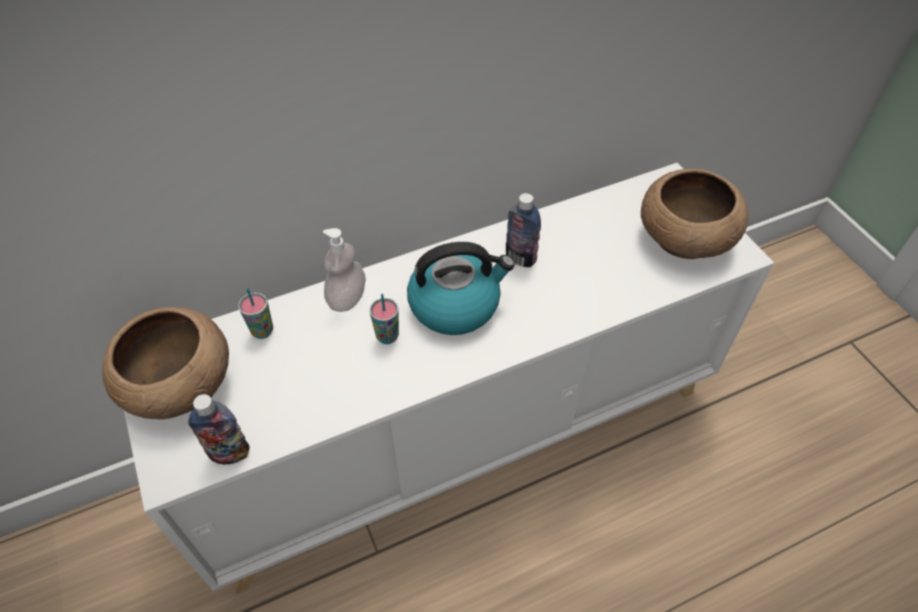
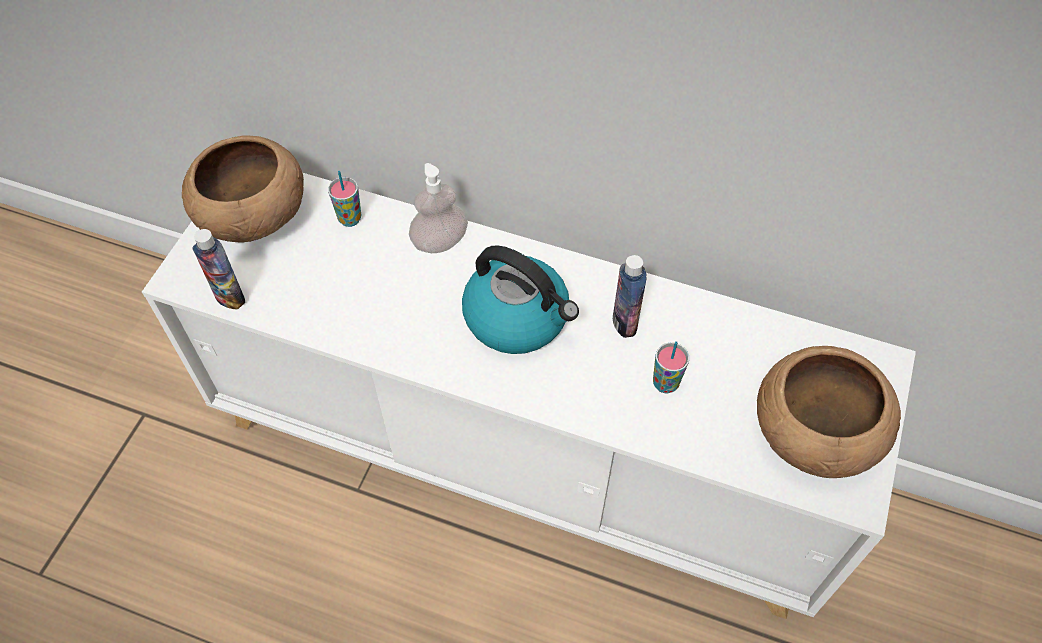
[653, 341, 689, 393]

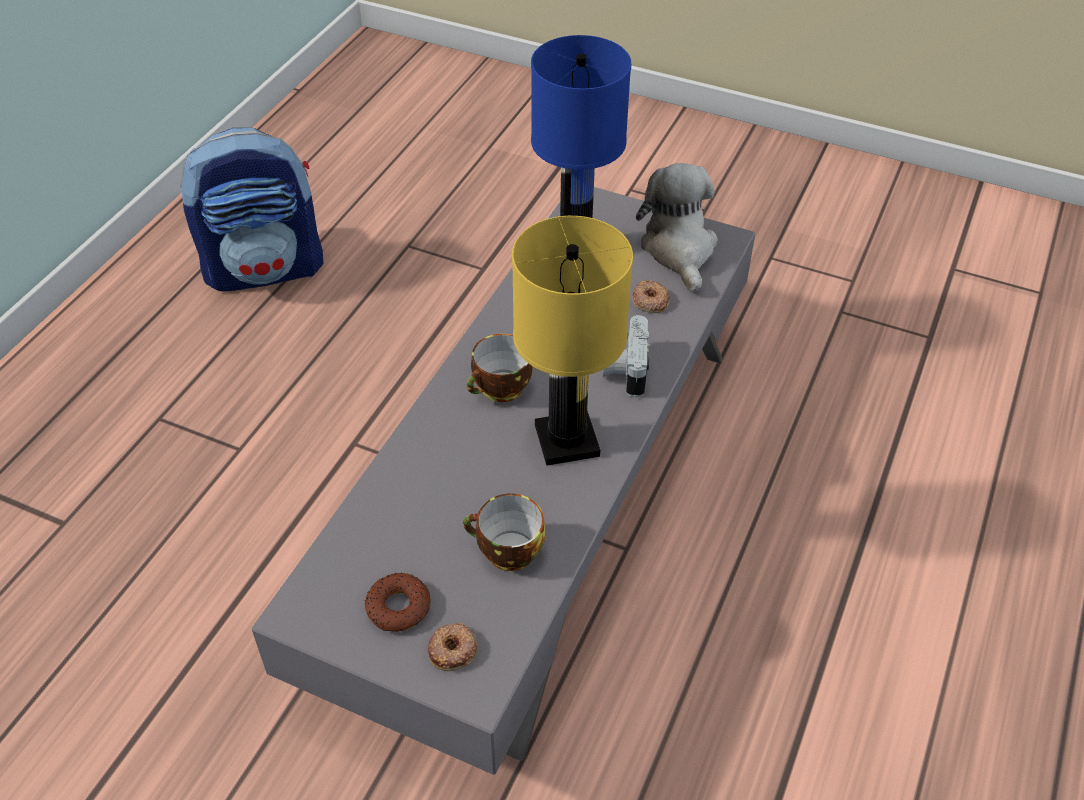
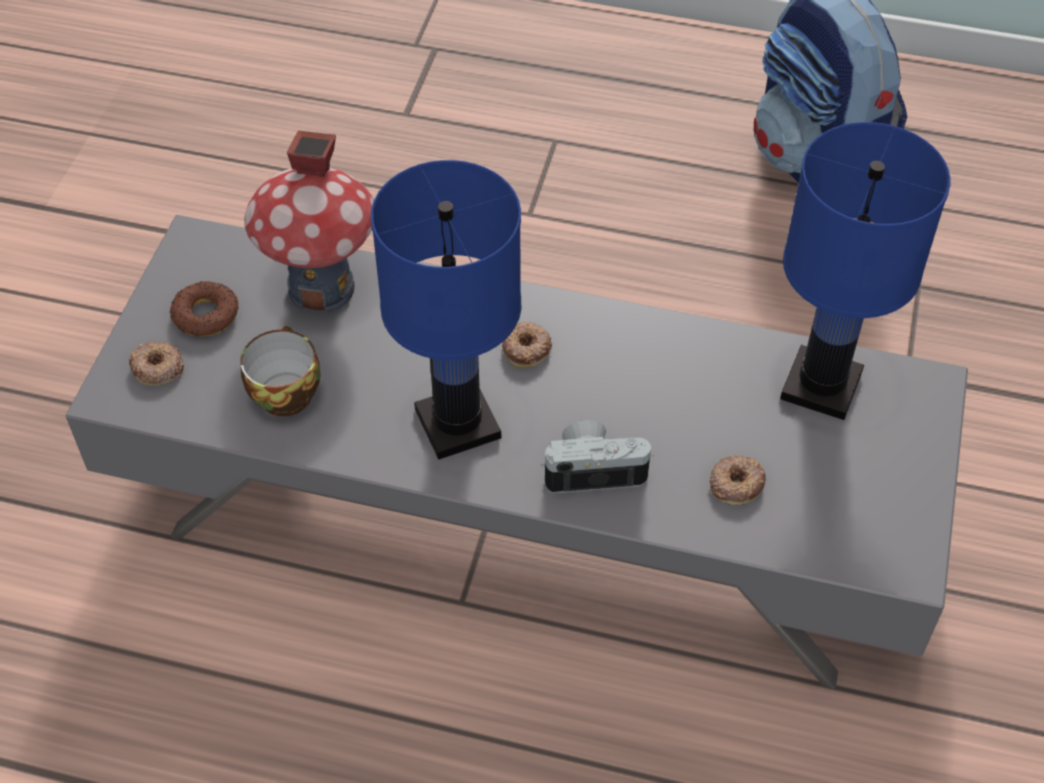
[244, 130, 374, 313]
[371, 160, 521, 460]
[502, 322, 552, 368]
[636, 163, 718, 293] (first image)

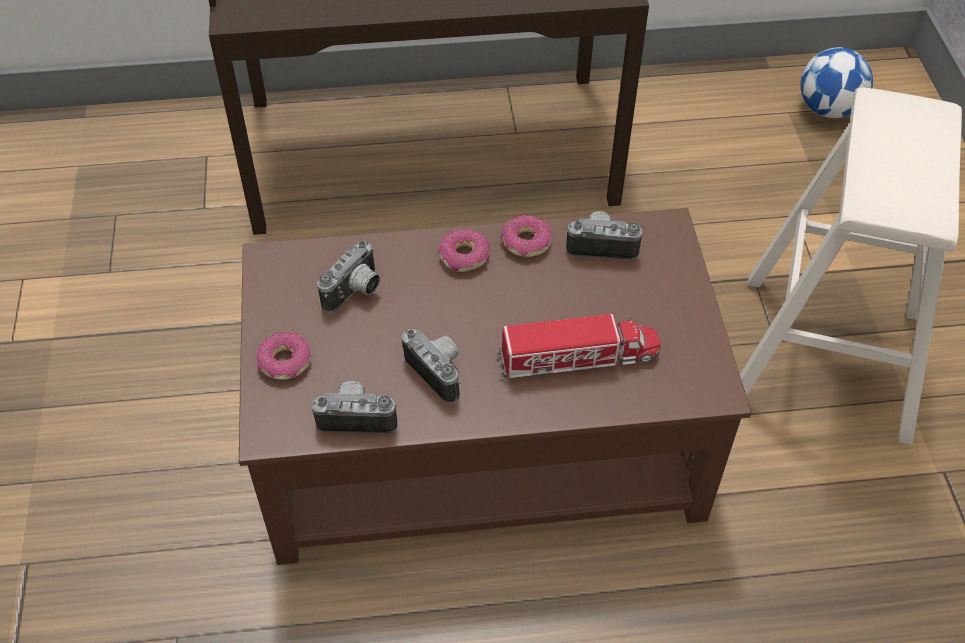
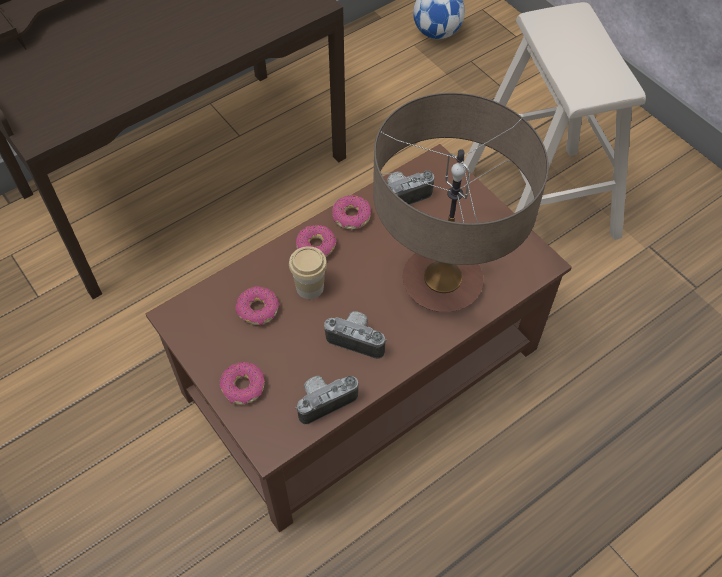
[235, 286, 280, 326]
[289, 246, 327, 299]
[373, 93, 549, 312]

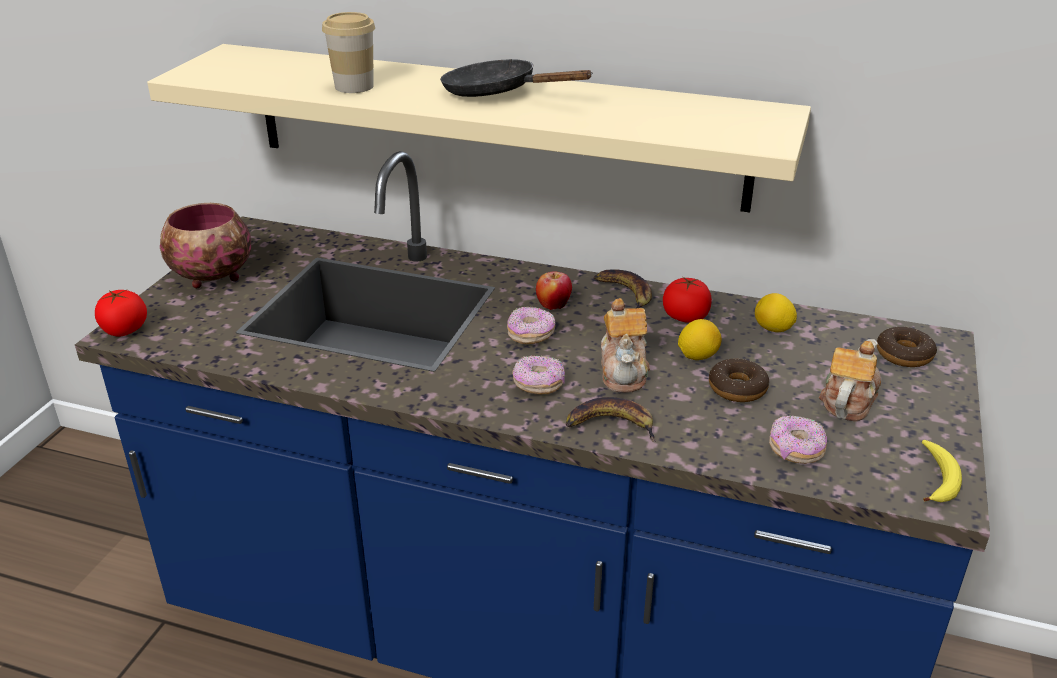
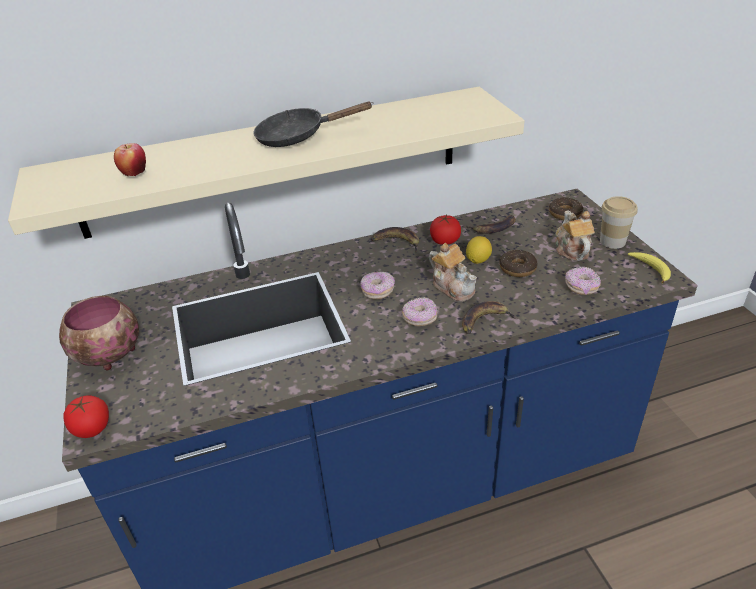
[114, 143, 146, 176]
[467, 215, 516, 234]
[600, 196, 638, 249]

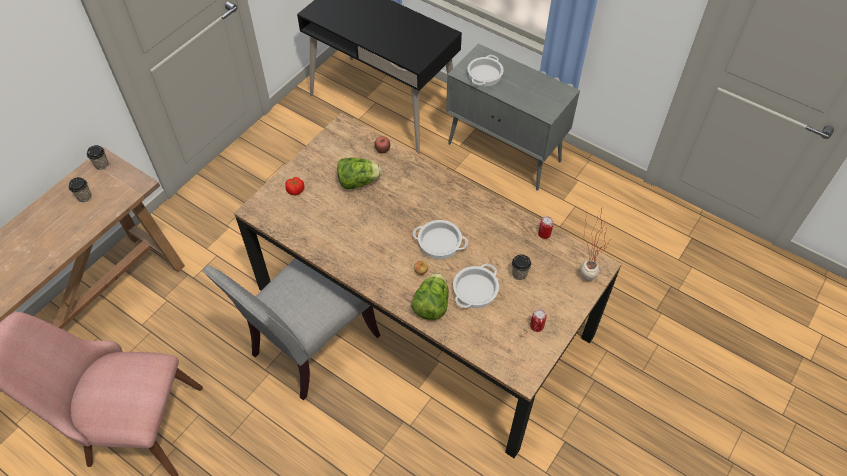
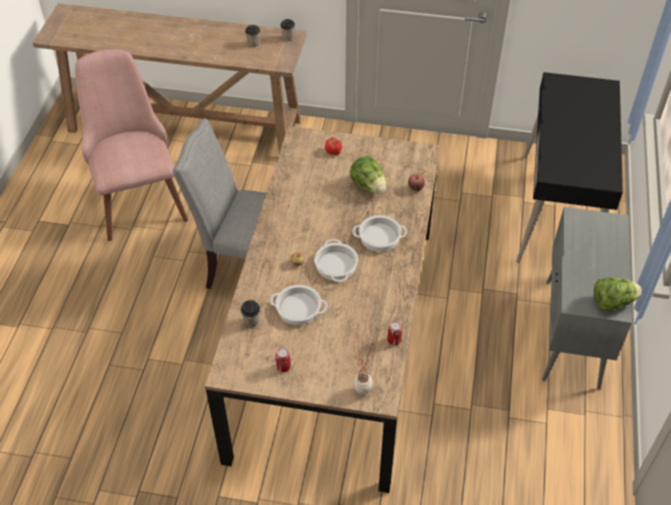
[240, 300, 260, 327]
[352, 215, 407, 252]
[594, 277, 642, 311]

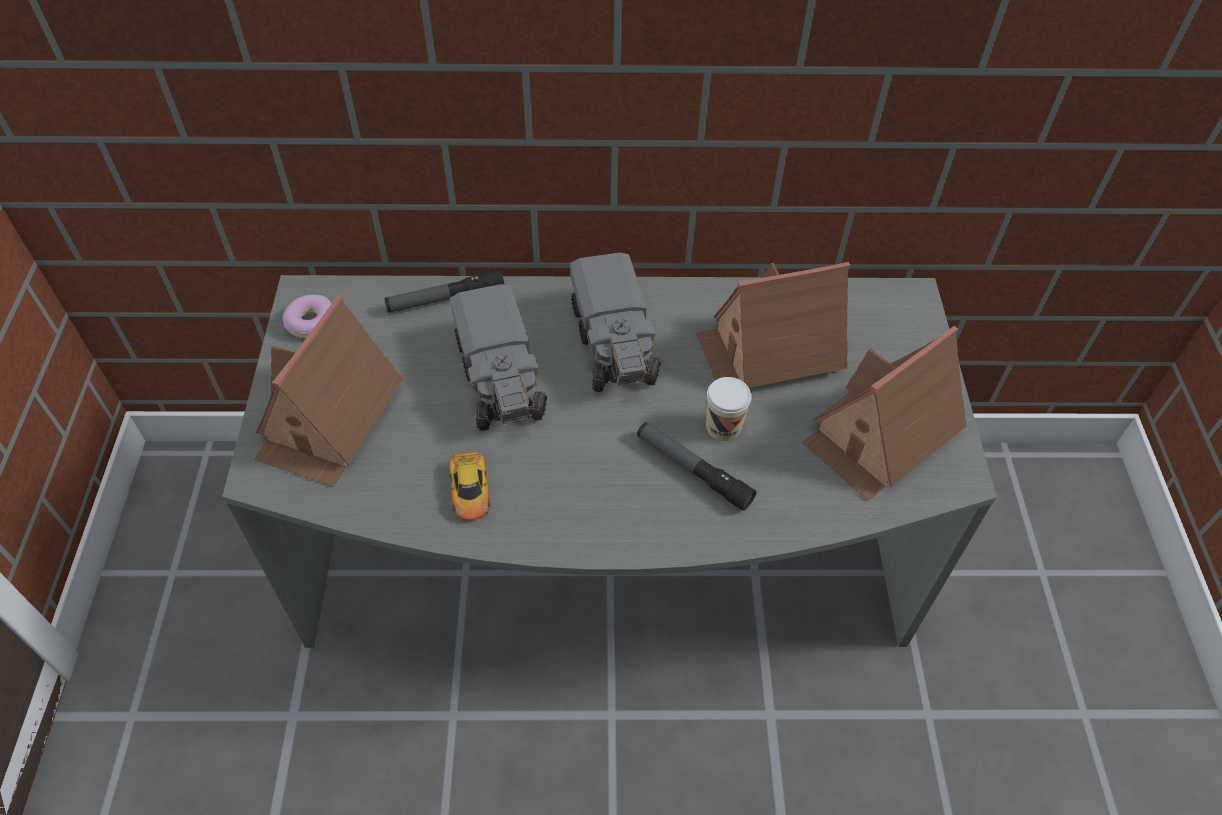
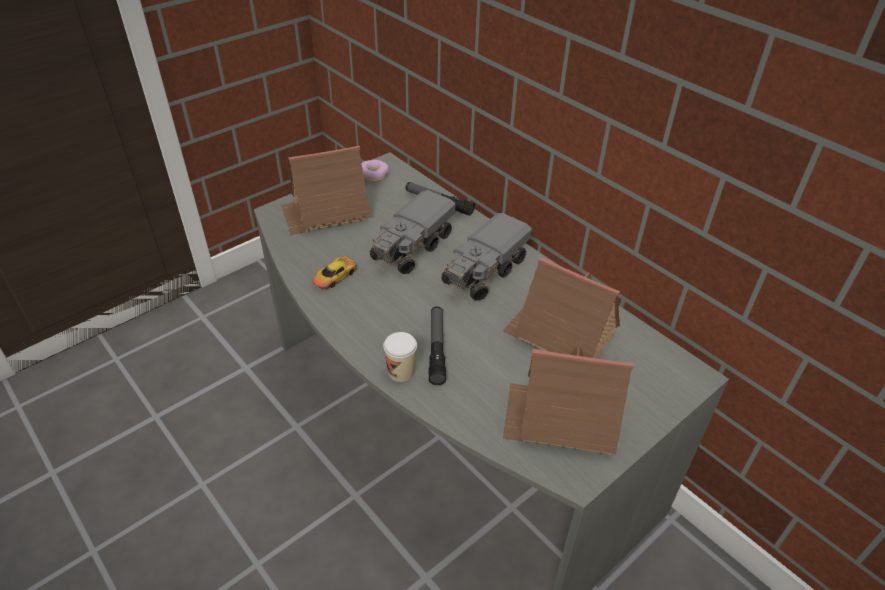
[383, 332, 417, 382]

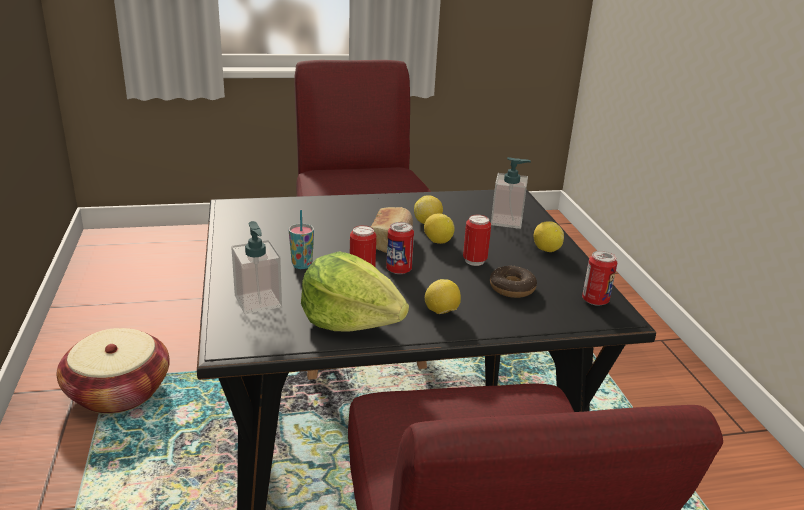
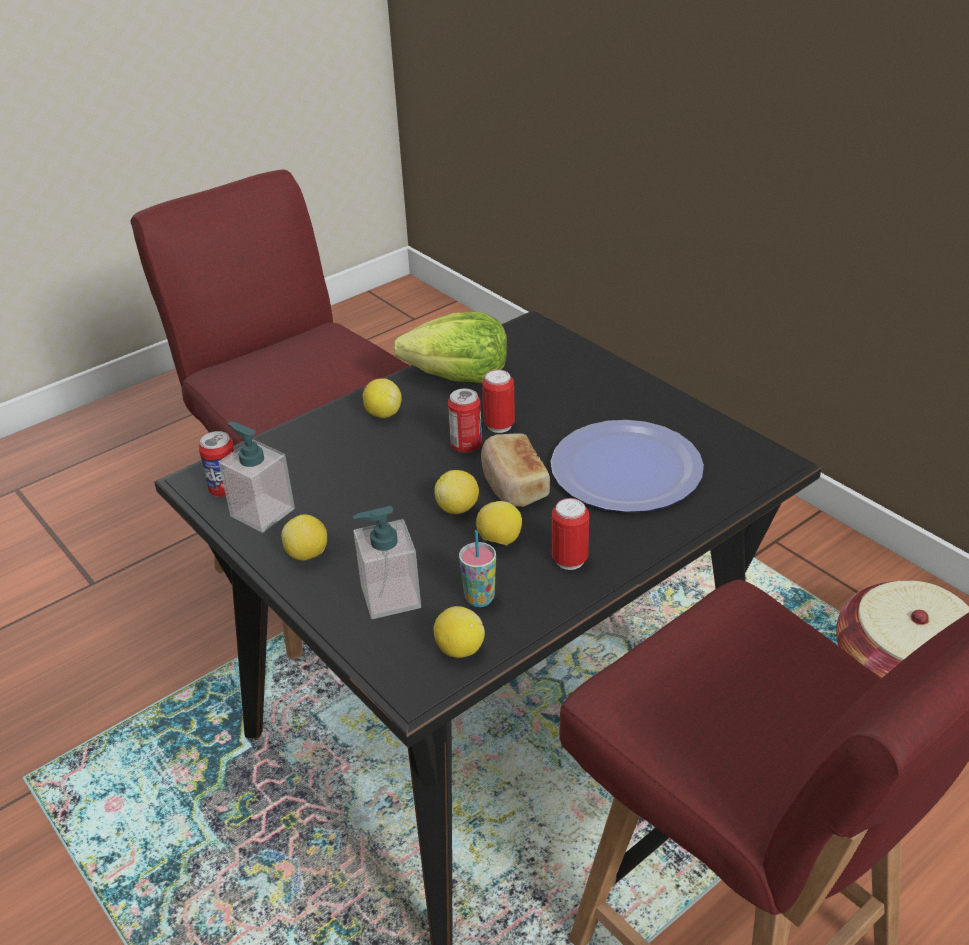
[218, 422, 295, 533]
[434, 606, 485, 658]
[459, 530, 496, 607]
[551, 420, 704, 512]
[552, 498, 589, 570]
[490, 265, 537, 298] (first image)

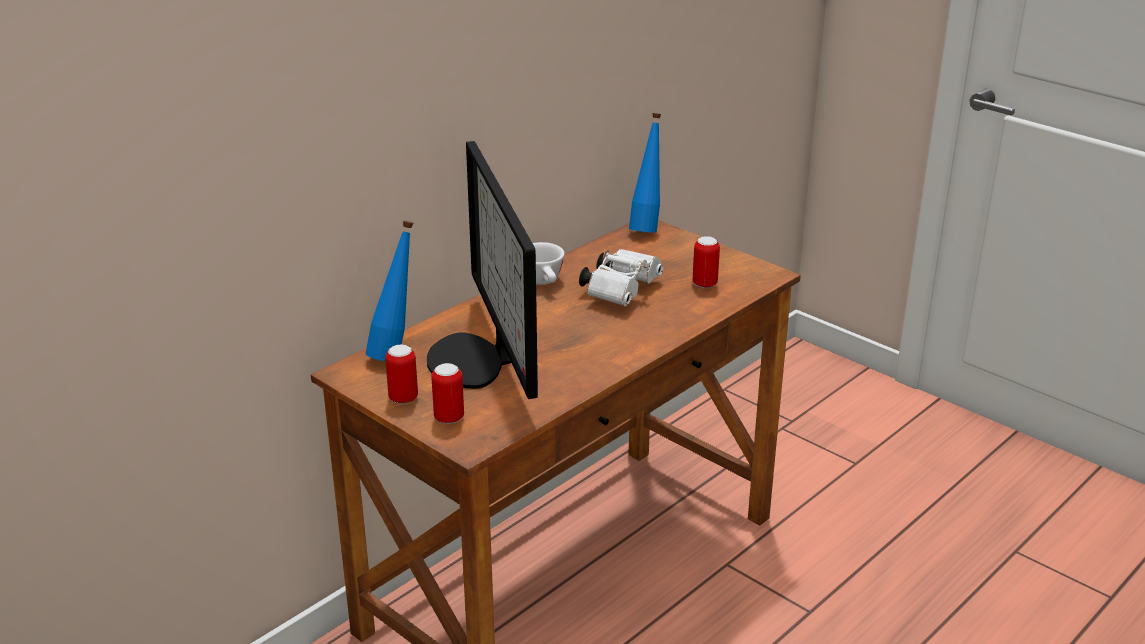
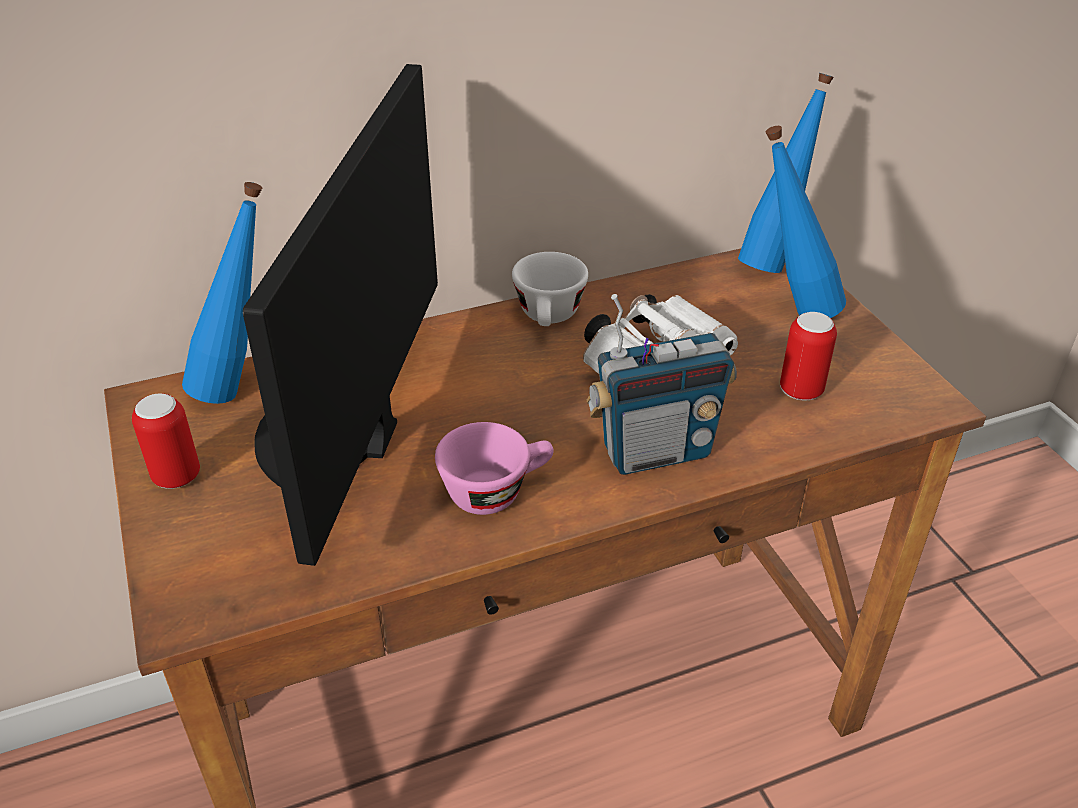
[435, 422, 554, 515]
[587, 294, 737, 475]
[766, 126, 846, 318]
[431, 363, 464, 424] (first image)

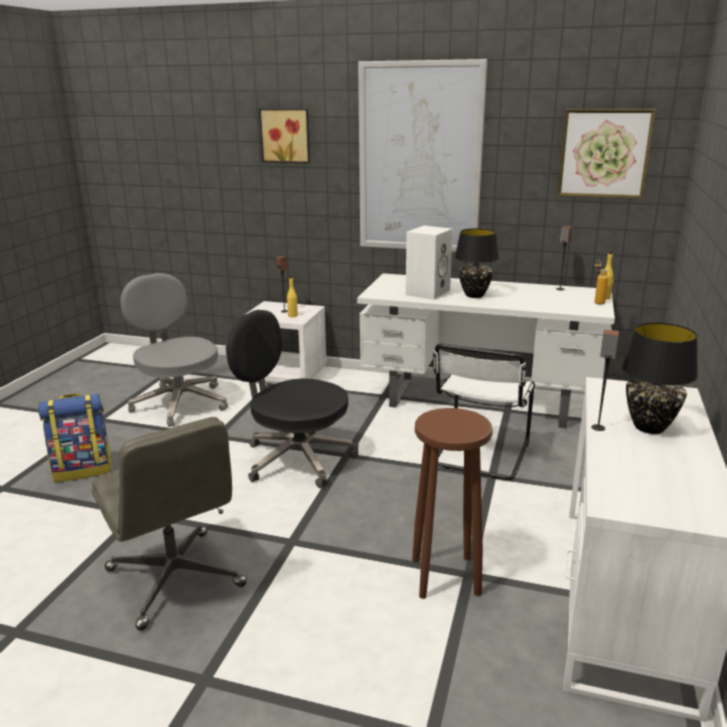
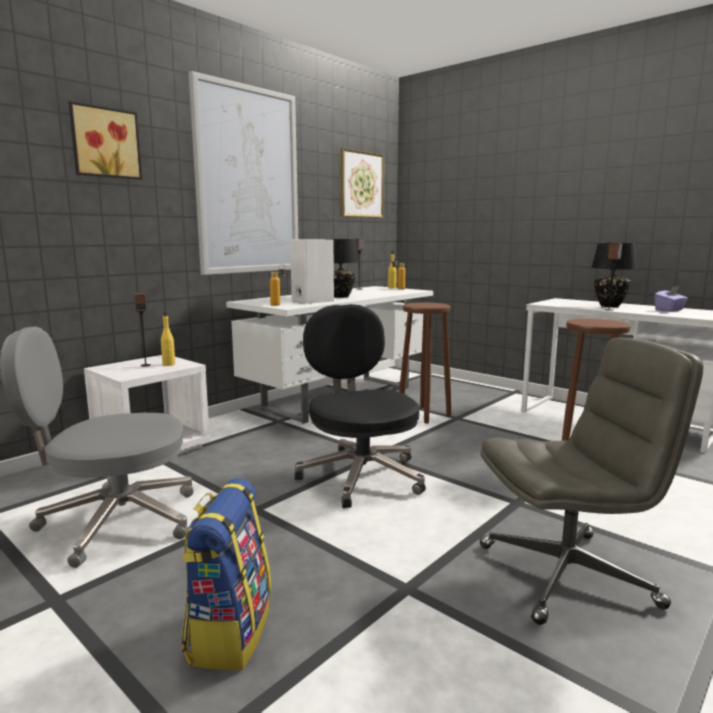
[270, 264, 285, 306]
[295, 304, 426, 508]
[399, 303, 451, 423]
[654, 286, 688, 312]

